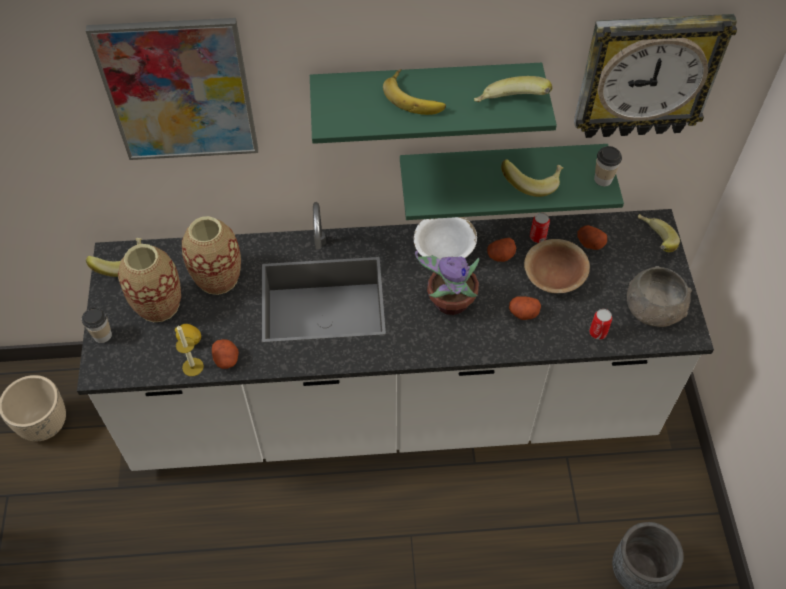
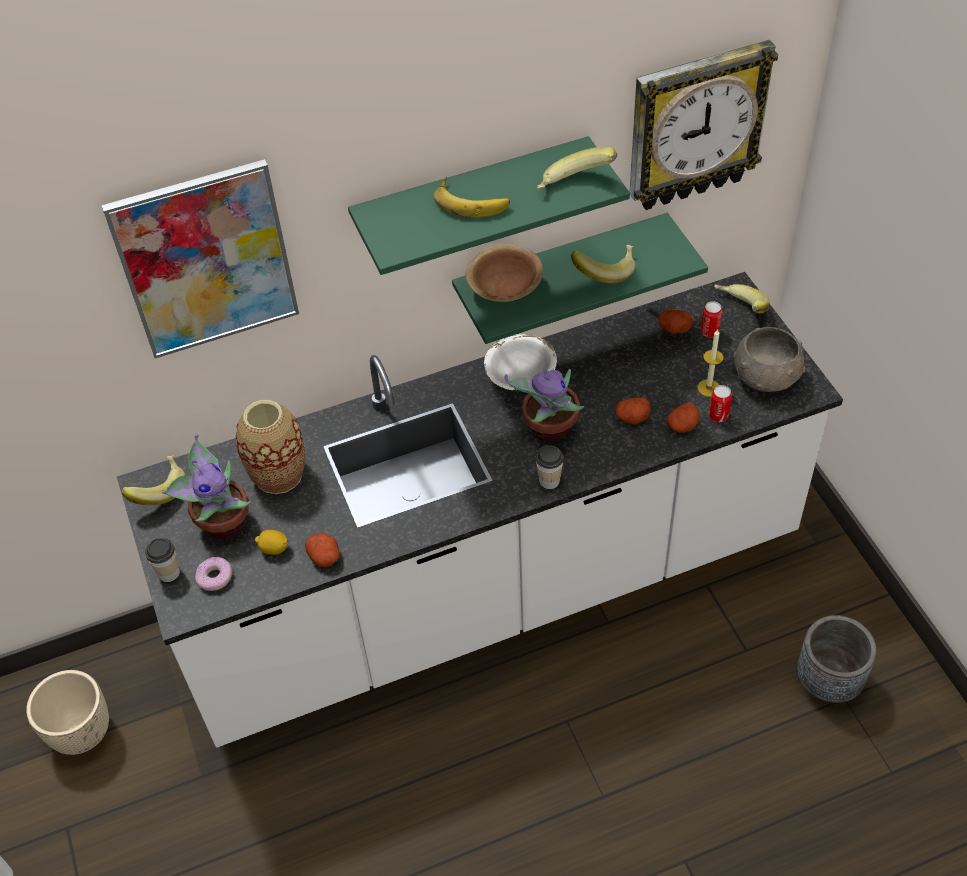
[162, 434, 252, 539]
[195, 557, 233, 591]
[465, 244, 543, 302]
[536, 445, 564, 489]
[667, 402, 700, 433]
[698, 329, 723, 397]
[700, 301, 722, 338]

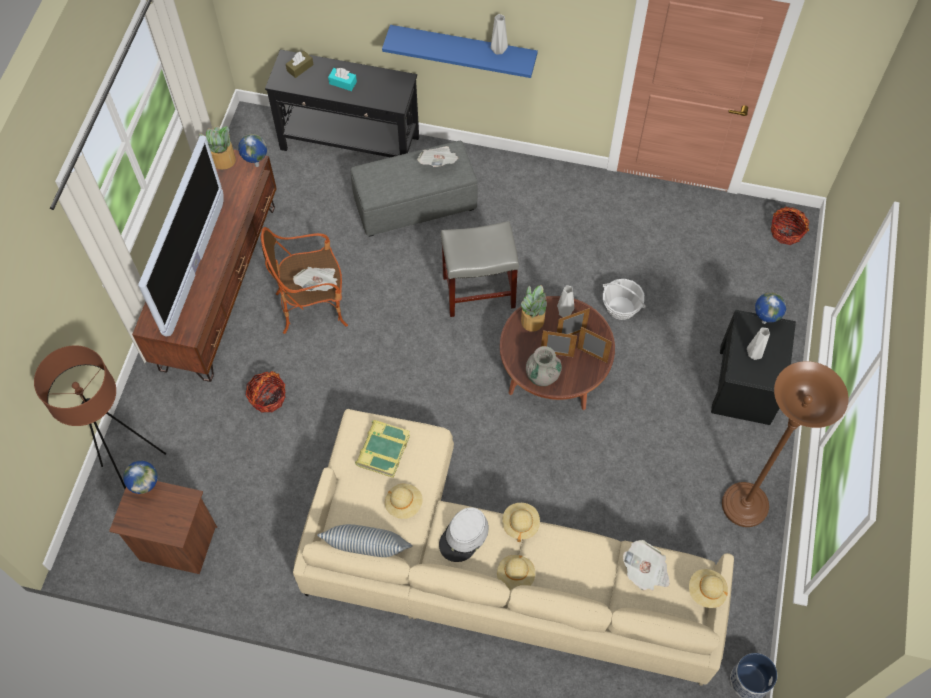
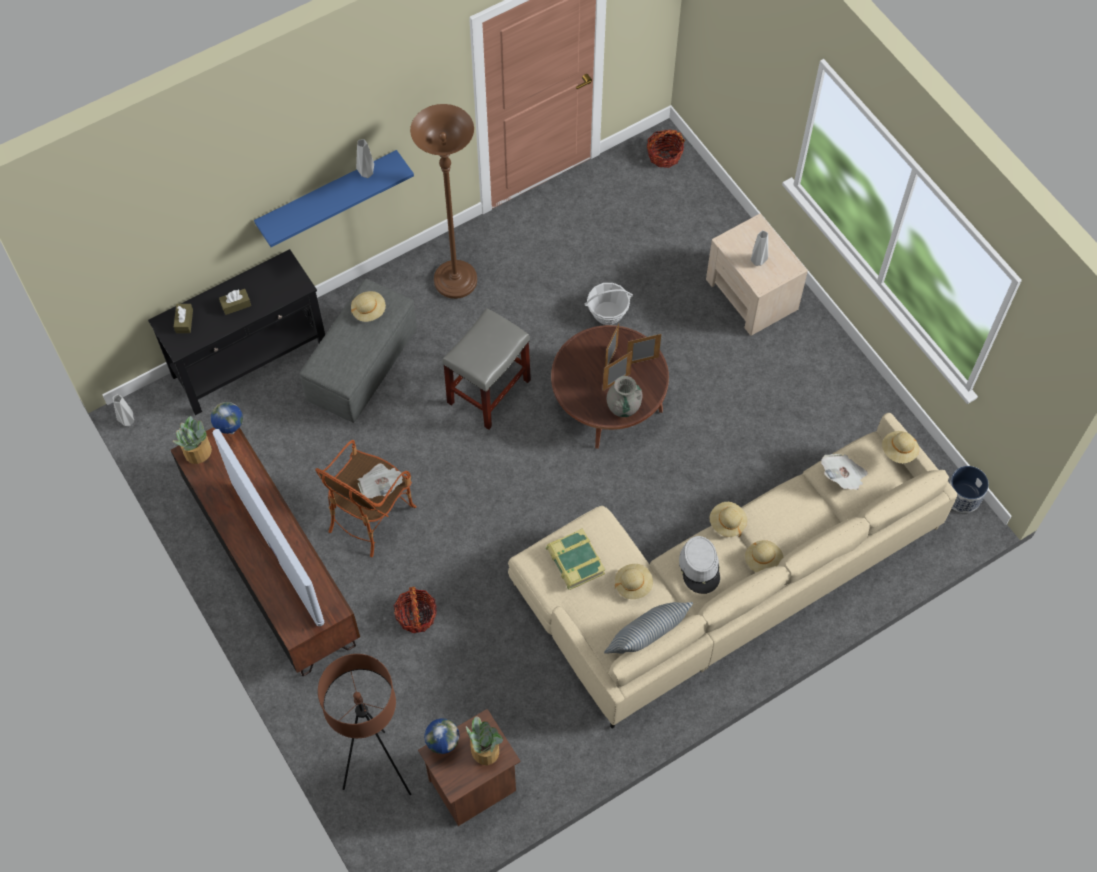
[113, 394, 135, 426]
[219, 289, 251, 315]
[351, 291, 386, 322]
[410, 104, 477, 299]
[466, 716, 503, 765]
[706, 213, 808, 336]
[755, 292, 786, 324] (first image)

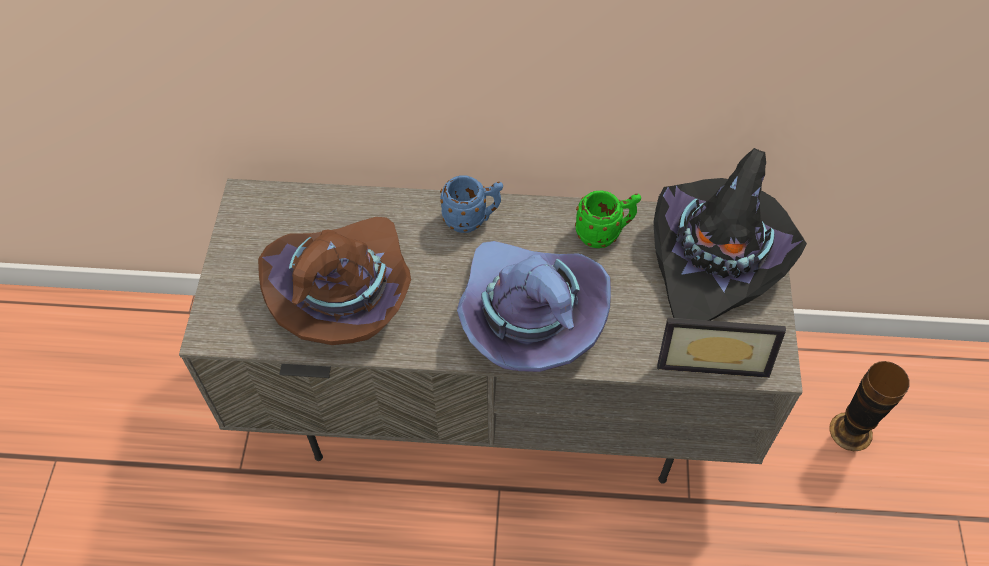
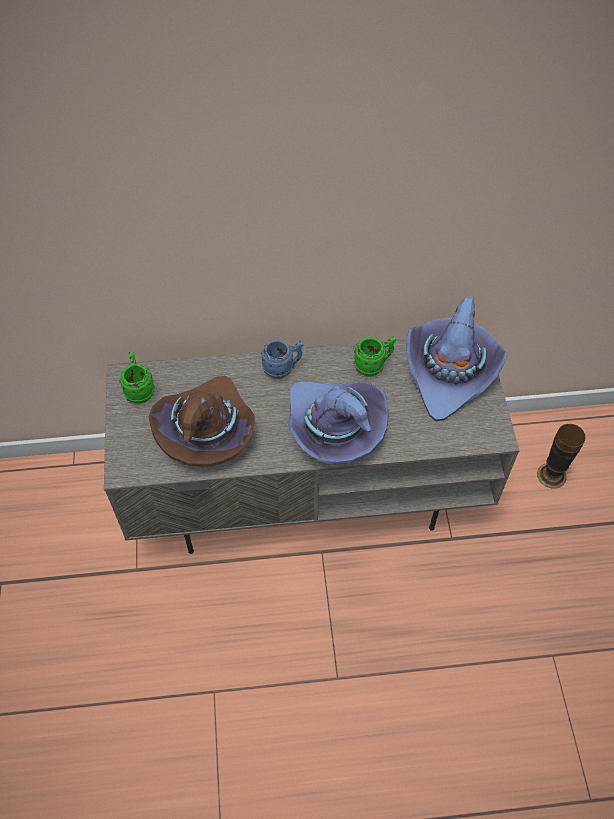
[119, 351, 154, 404]
[406, 297, 508, 421]
[657, 318, 786, 378] (first image)

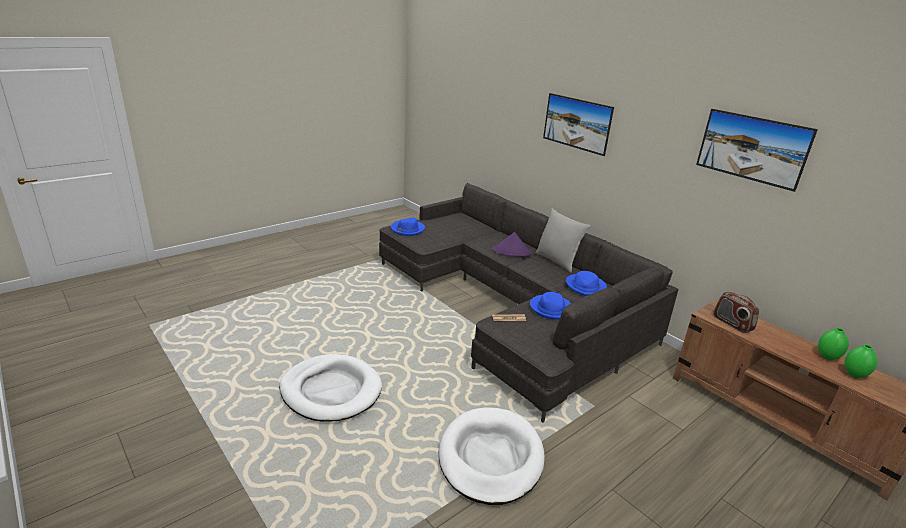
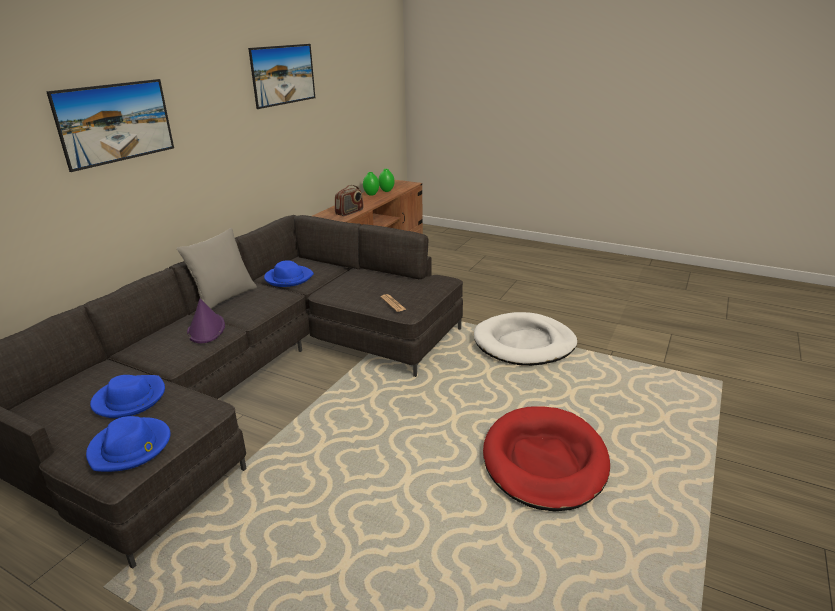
[90, 375, 165, 418]
[483, 406, 610, 511]

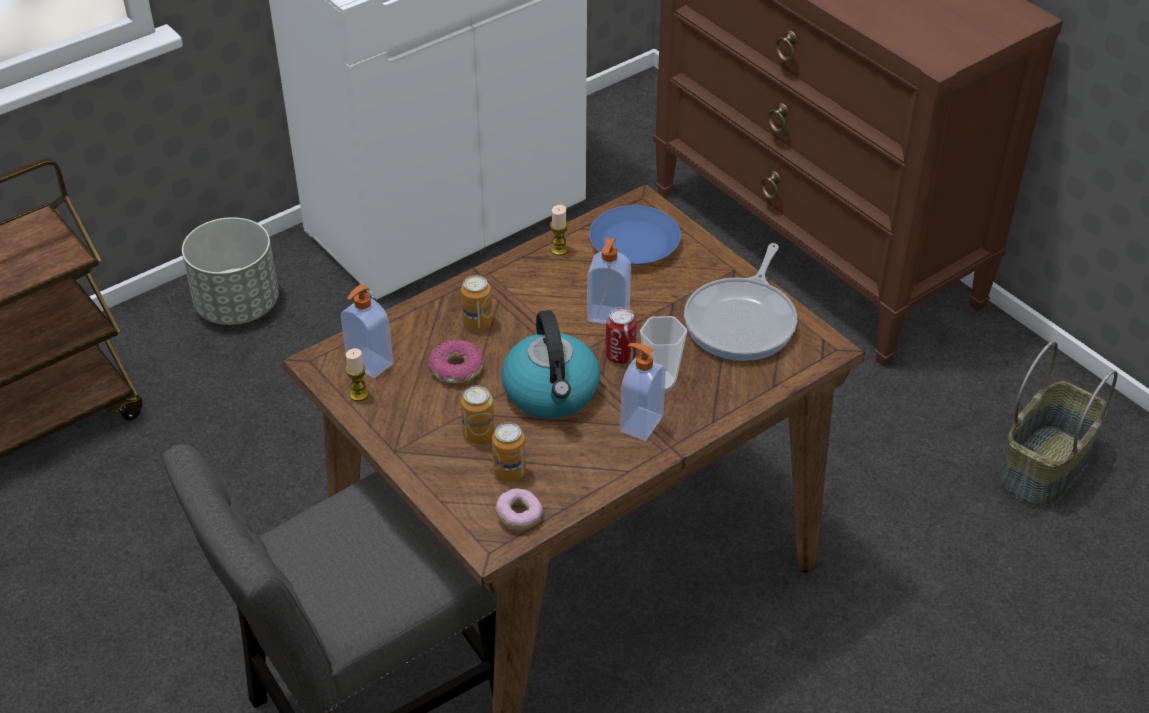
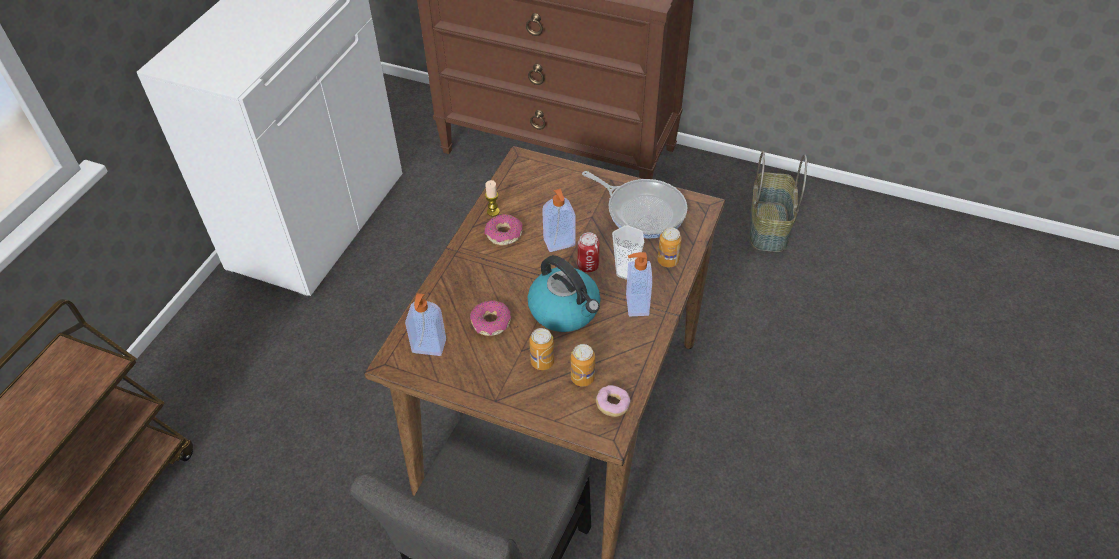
[485, 214, 523, 246]
[582, 171, 687, 238]
[657, 227, 682, 267]
[182, 217, 279, 325] (first image)
[346, 348, 369, 401] (first image)
[589, 205, 681, 265] (first image)

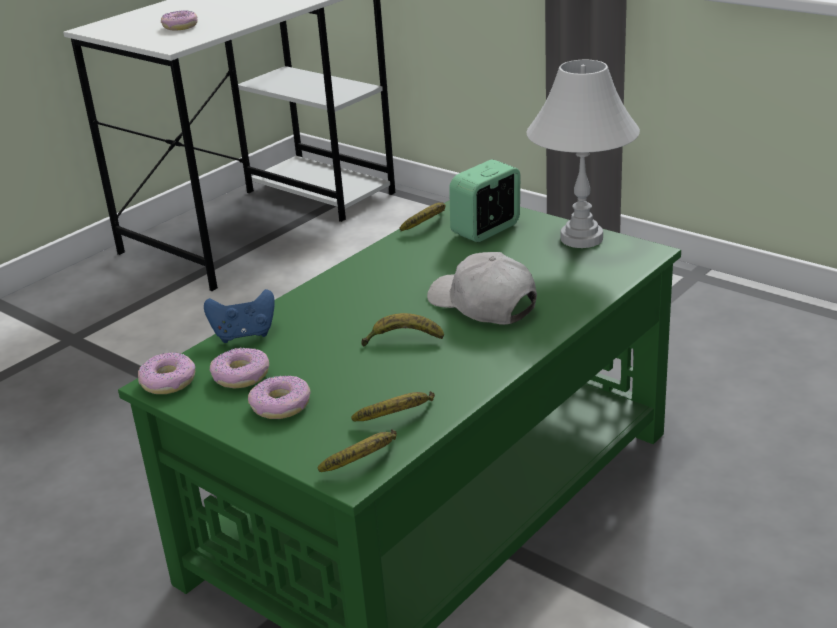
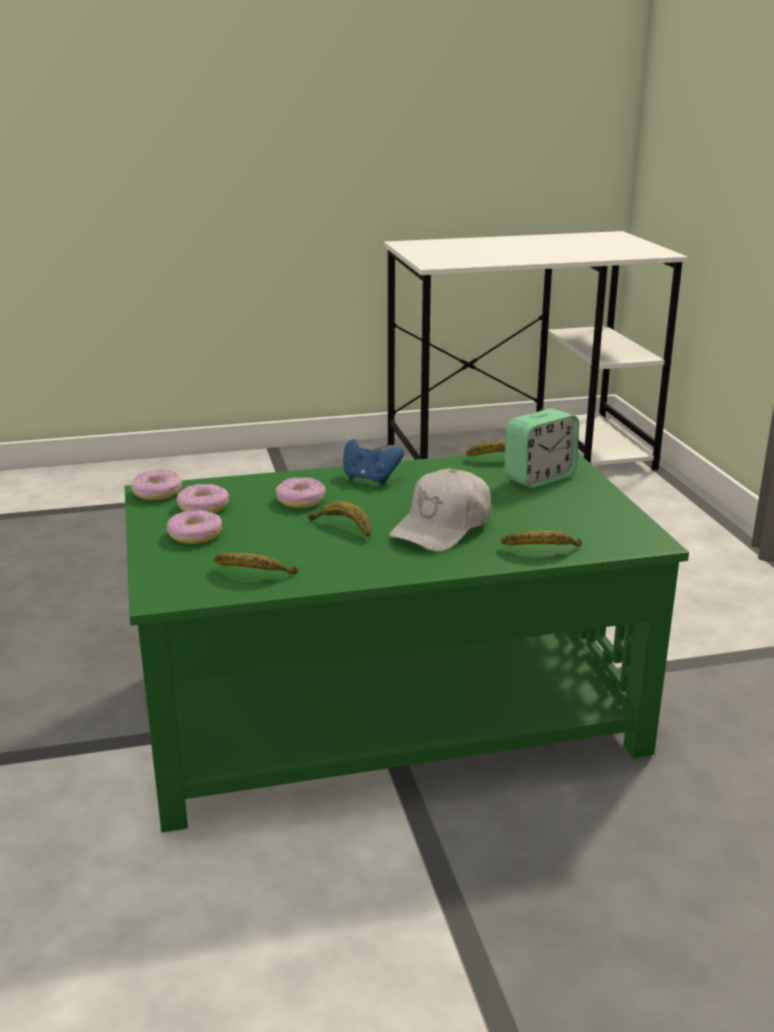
[276, 477, 325, 508]
[343, 439, 404, 485]
[389, 469, 491, 552]
[501, 531, 582, 547]
[505, 408, 579, 488]
[527, 60, 640, 248] (first image)

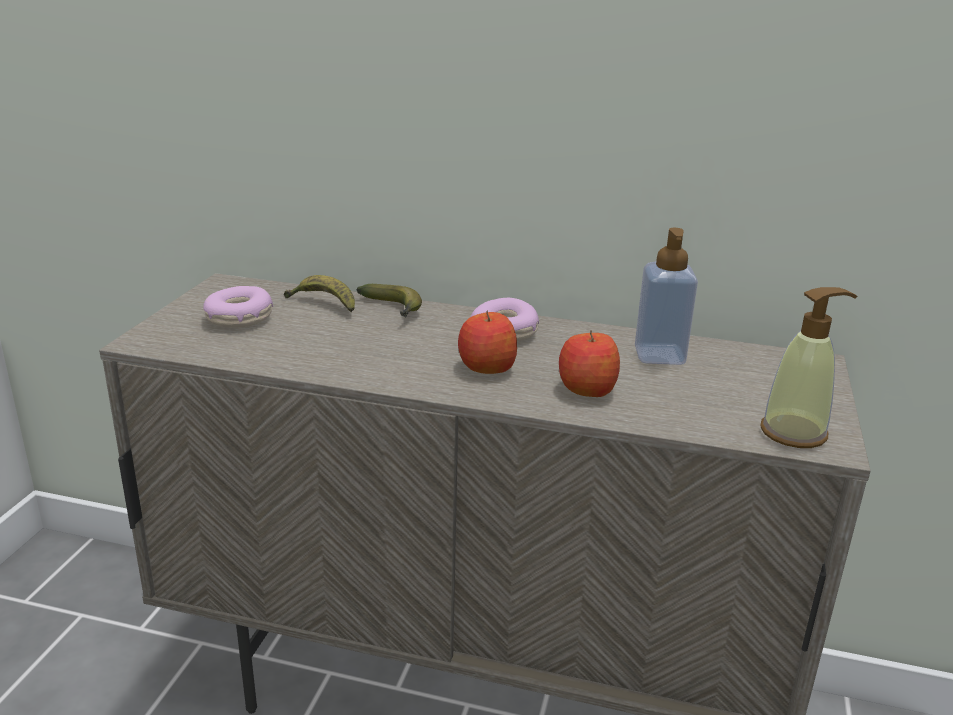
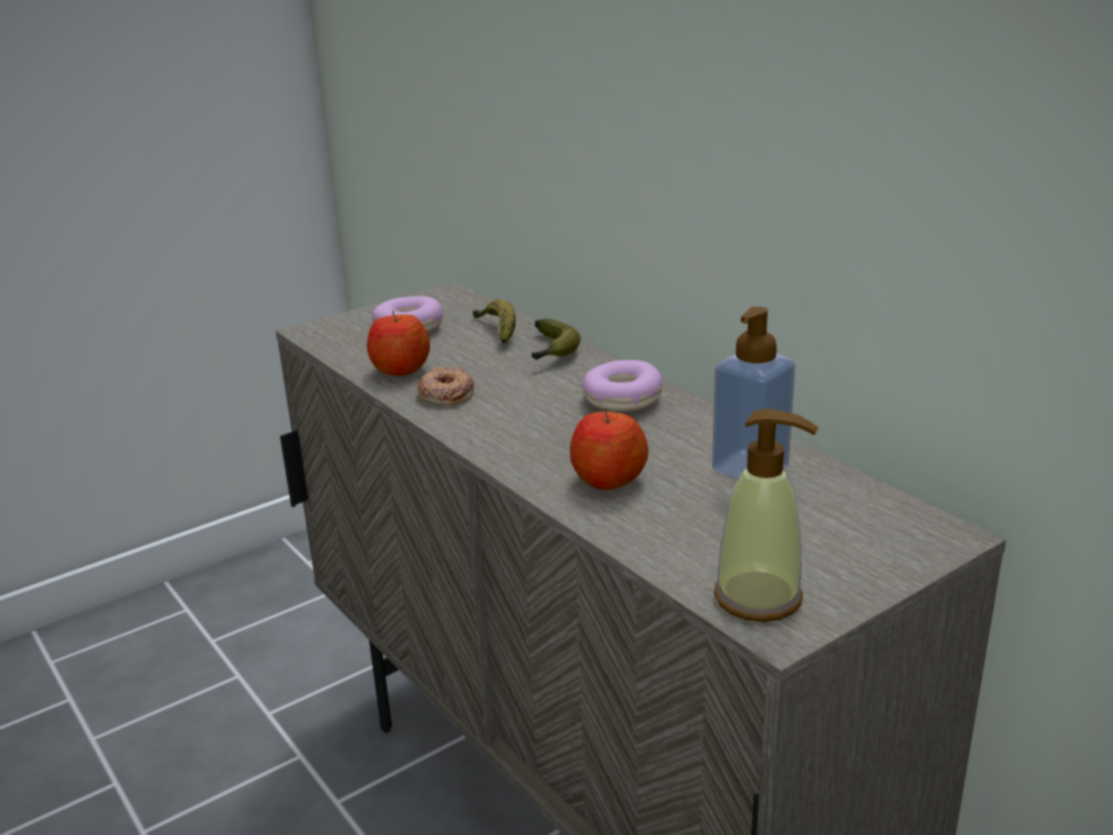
[367, 311, 430, 376]
[417, 367, 474, 405]

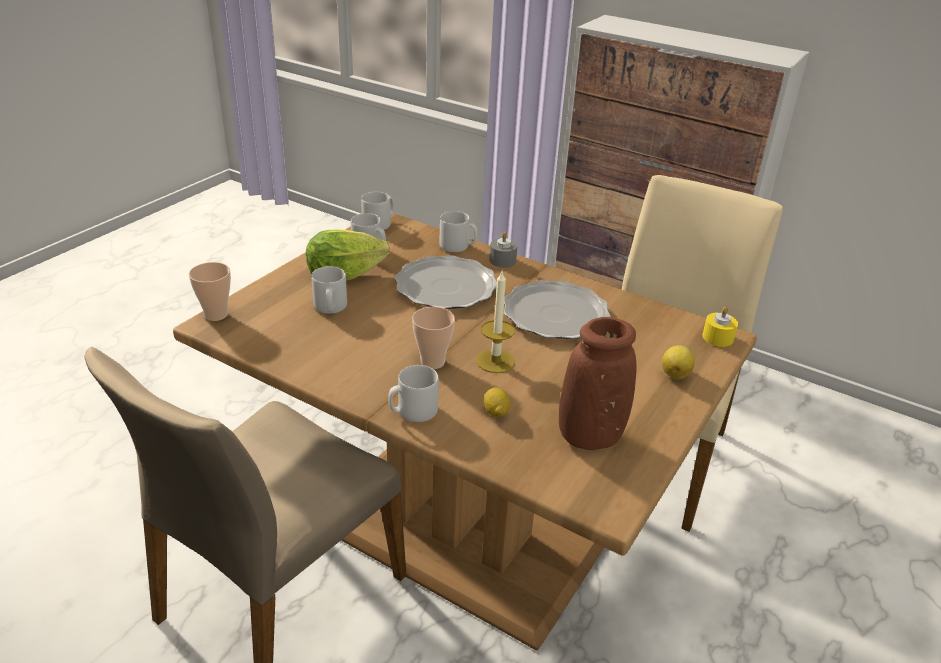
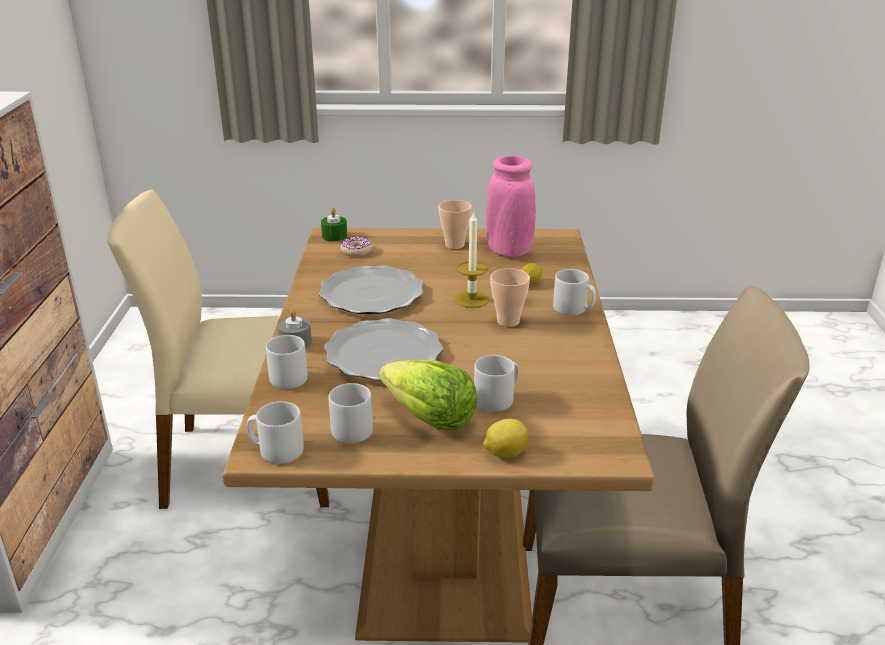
[321, 208, 347, 242]
[340, 236, 372, 257]
[438, 200, 472, 249]
[483, 419, 528, 458]
[486, 156, 536, 257]

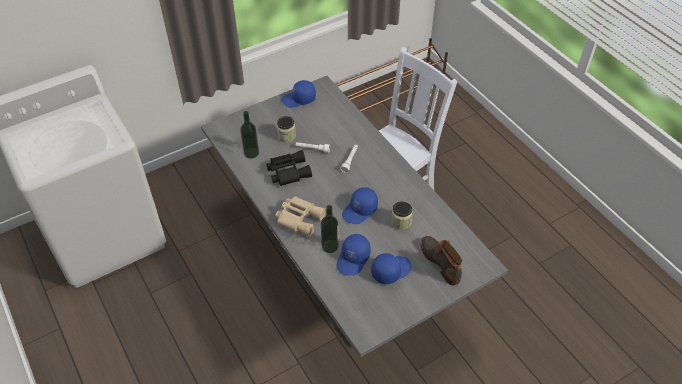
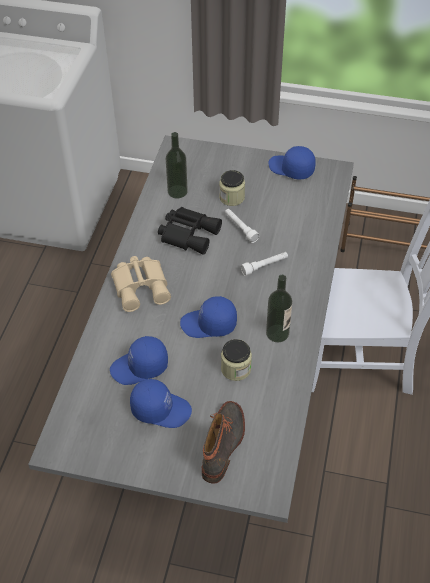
[266, 275, 292, 342]

